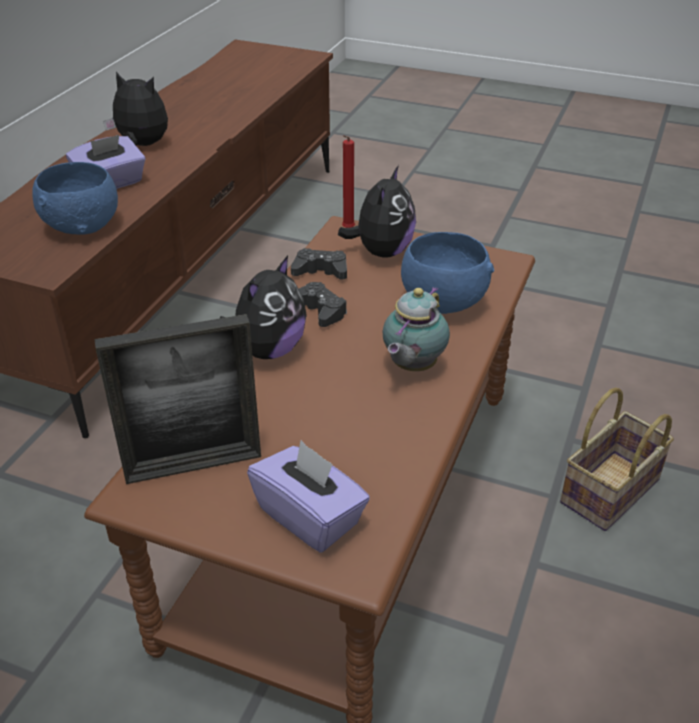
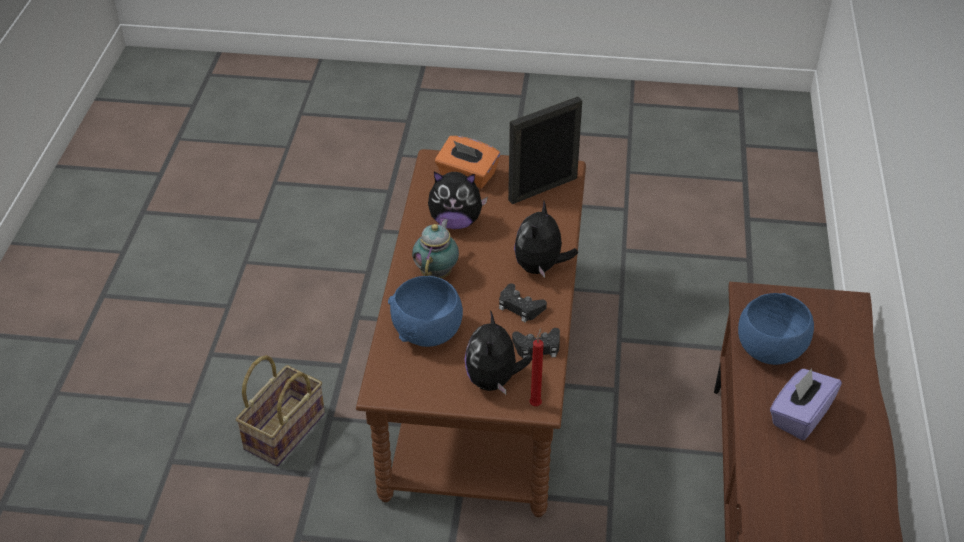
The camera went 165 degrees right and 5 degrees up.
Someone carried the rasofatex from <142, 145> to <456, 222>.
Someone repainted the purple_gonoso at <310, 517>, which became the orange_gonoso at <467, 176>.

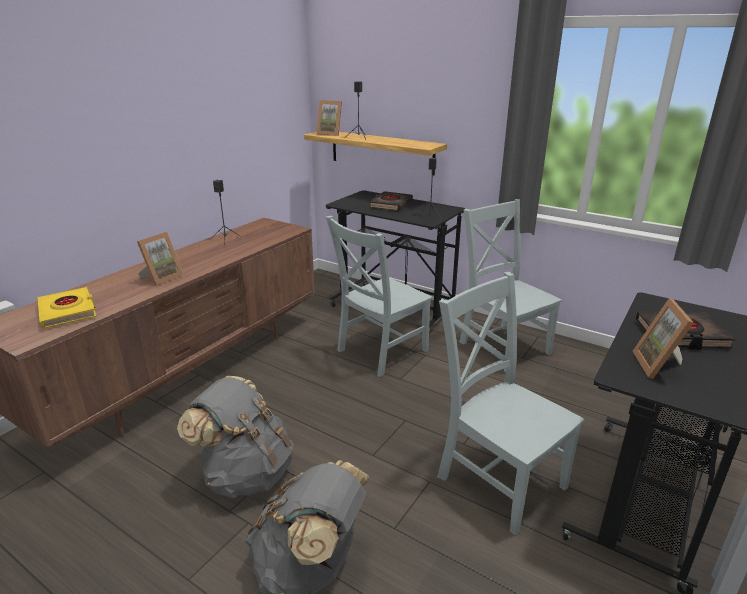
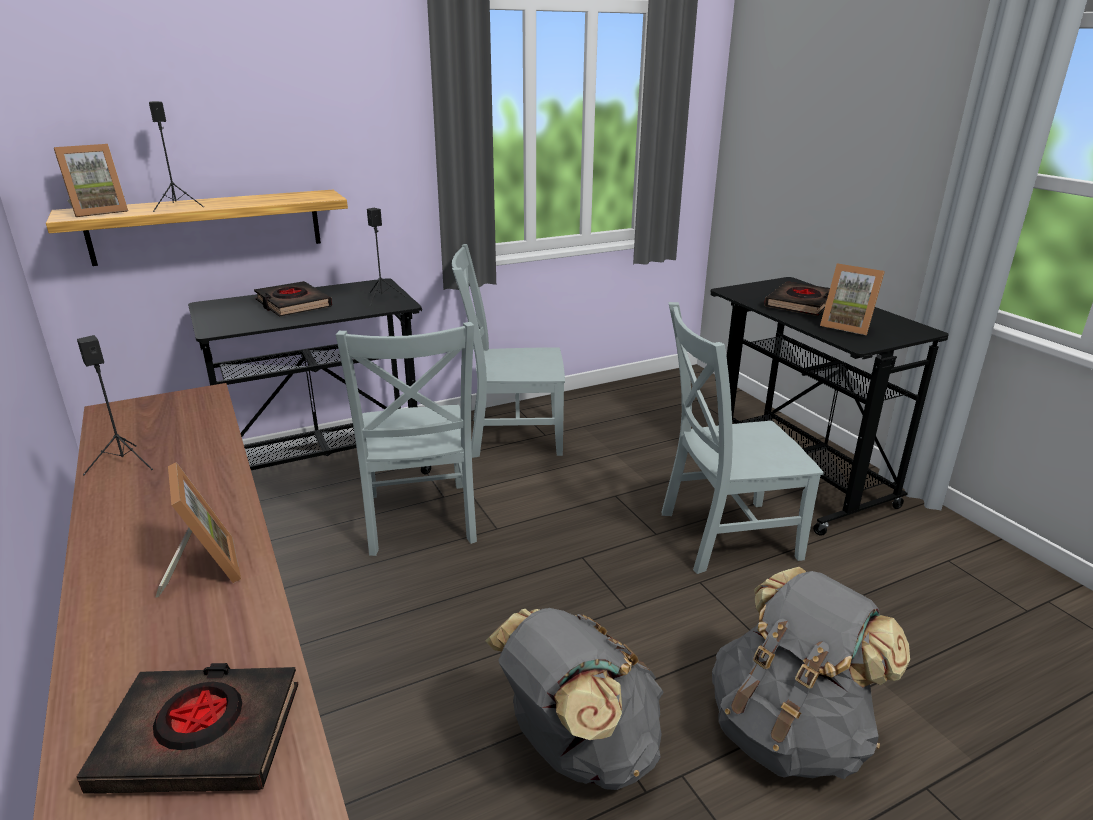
The camera went 60 degrees left and 0 degrees up.
Someone repainted the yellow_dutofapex at <68, 312>, which became the black_dutofapex at <201, 737>.

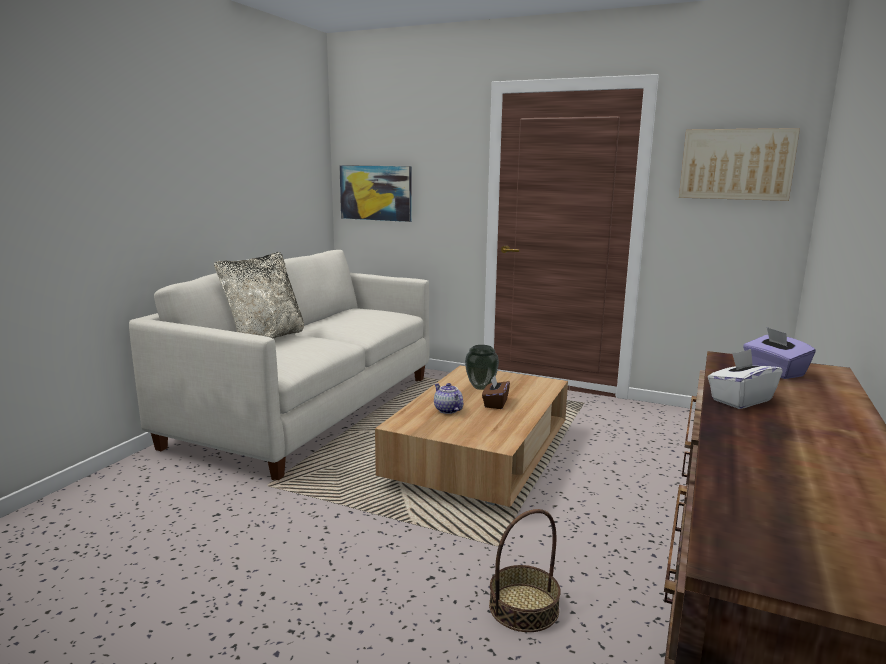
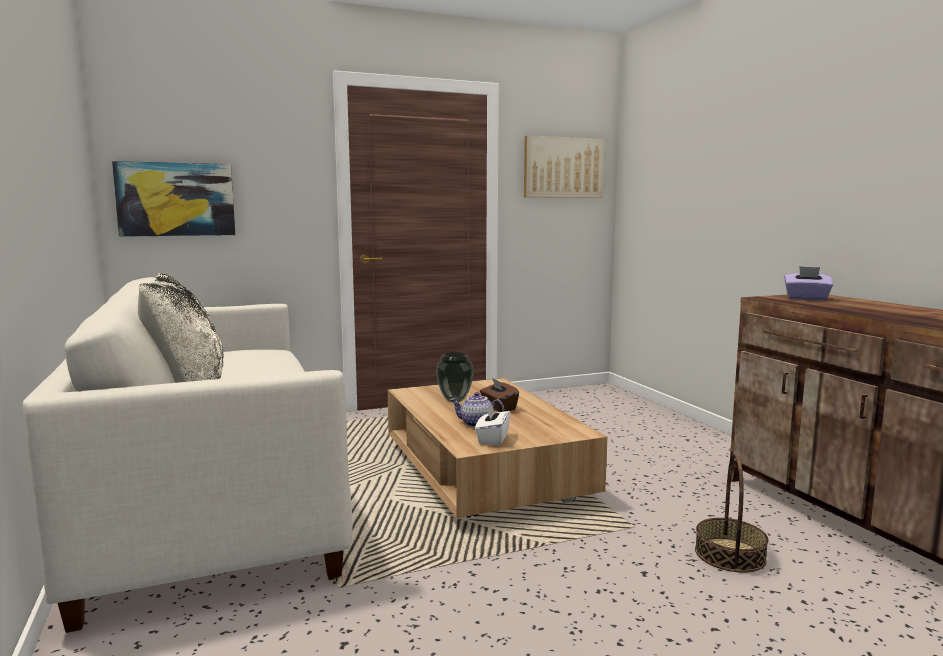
The camera went 45 degrees left and 5 degrees down.
Someone carried the white_gonoso from <740, 400> to <492, 439>.

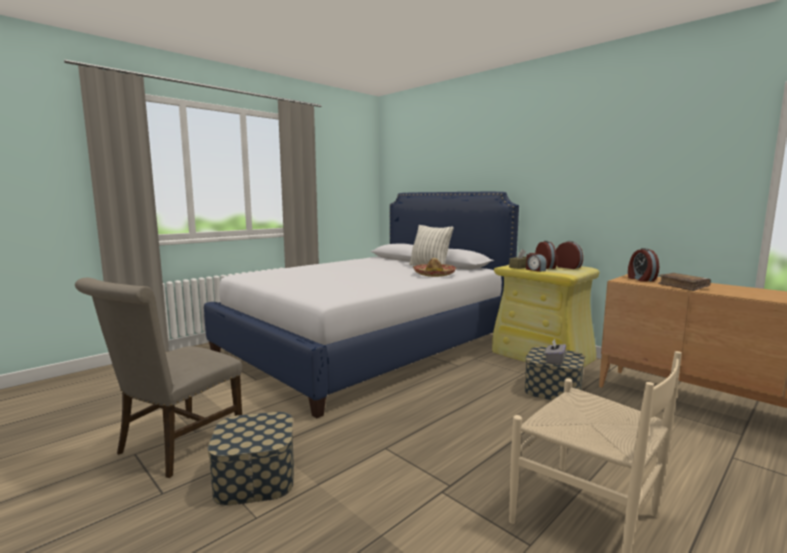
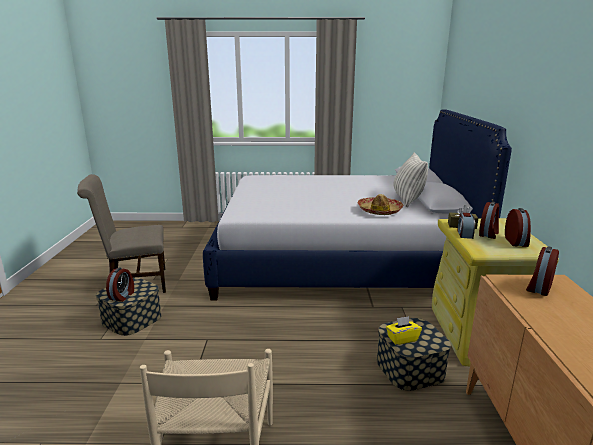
The camera went 45 degrees right and 10 degrees up.
Someone took away the brown_dutofapex at <683, 286>.
Someone repainted the grey_gonoso at <554, 360>, which became the yellow_gonoso at <402, 339>.
Someone put down the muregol at <123, 296>.

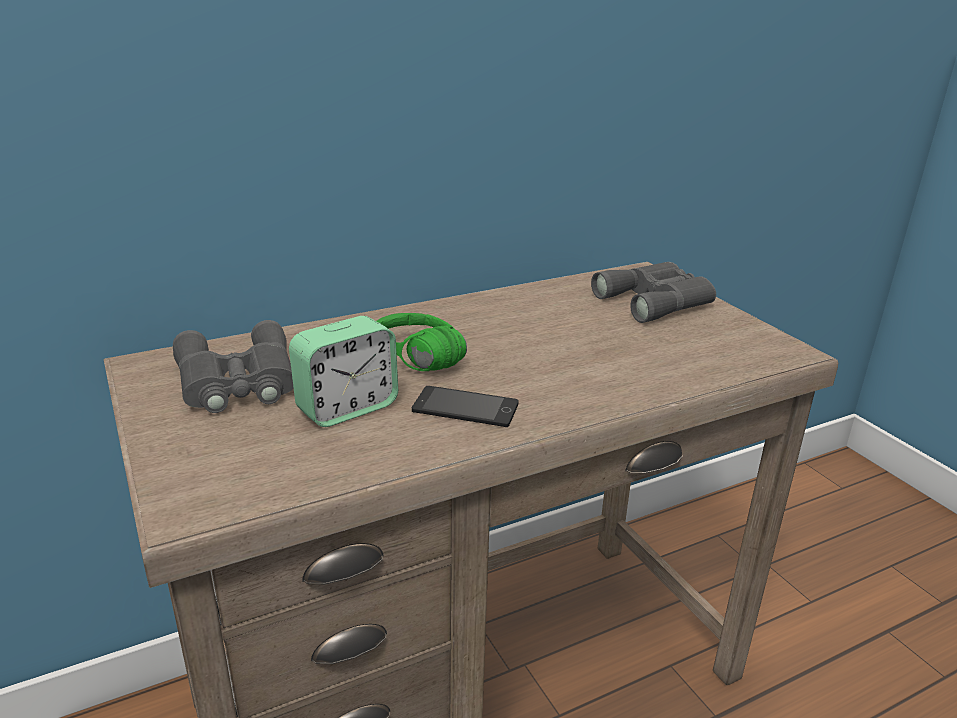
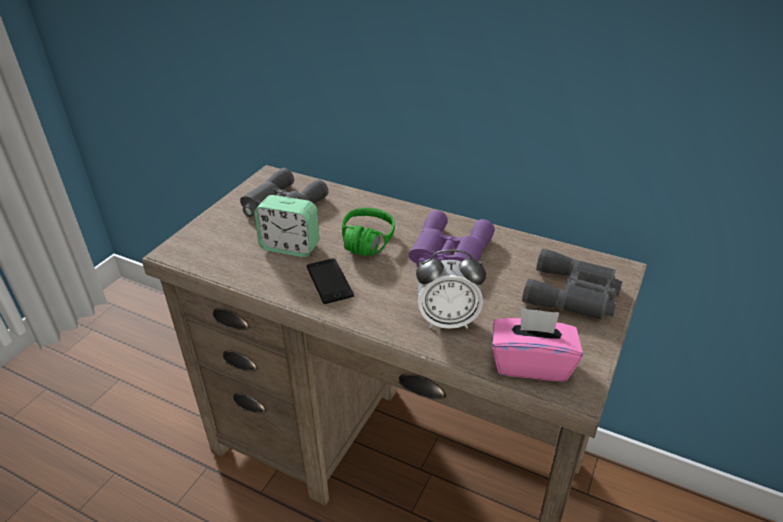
The camera went 55 degrees right and 10 degrees up.
Someone put down the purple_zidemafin at <448, 253>.
Someone put down the muregol at <448, 320>.
Someone put down the pink_gonoso at <531, 363>.

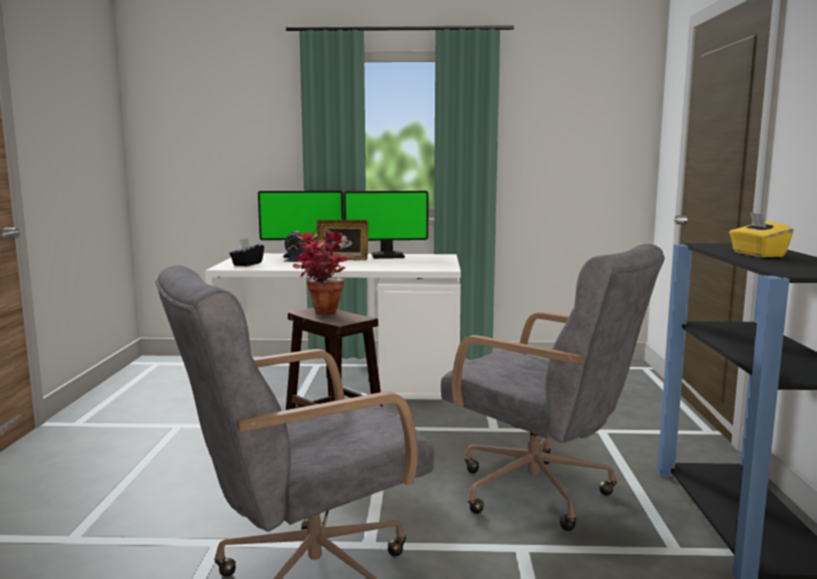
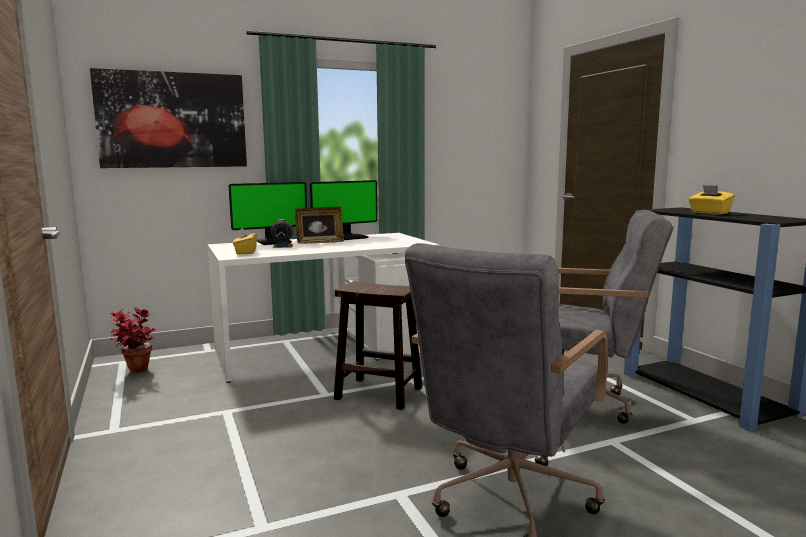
The camera went 25 degrees left and 0 degrees up.
Someone carried the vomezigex from <321, 314> to <135, 372>.
Someone repainted the black_gonoso at <247, 264>, which became the yellow_gonoso at <245, 252>.
Someone put up the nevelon at <172, 120>.

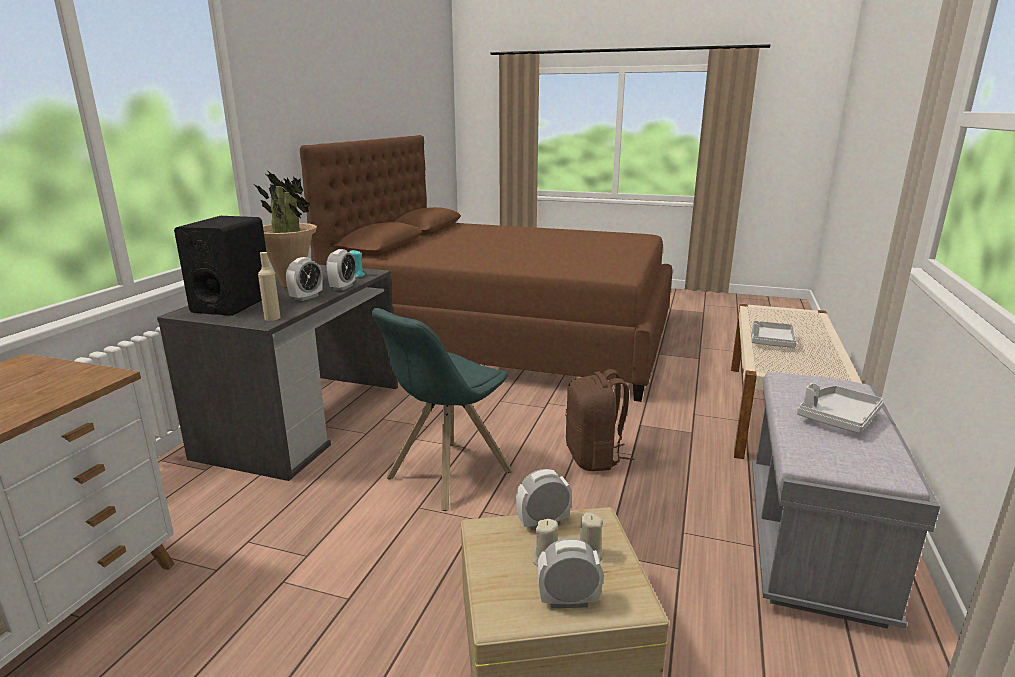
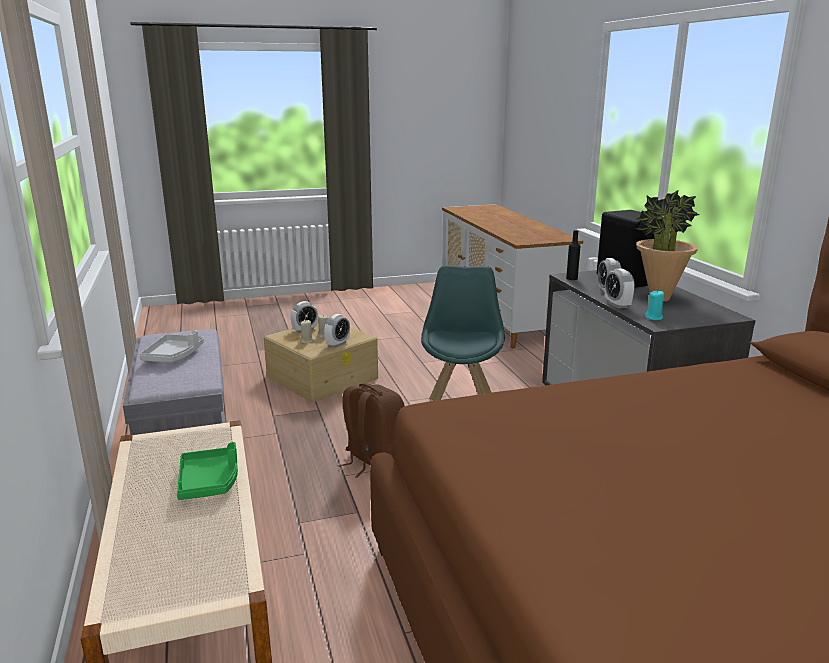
The camera went 145 degrees right and 0 degrees up.
Someone repainted the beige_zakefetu at <272, 318>, which became the black_zakefetu at <571, 278>.
Someone repainted the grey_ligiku at <771, 341>, which became the green_ligiku at <209, 482>.

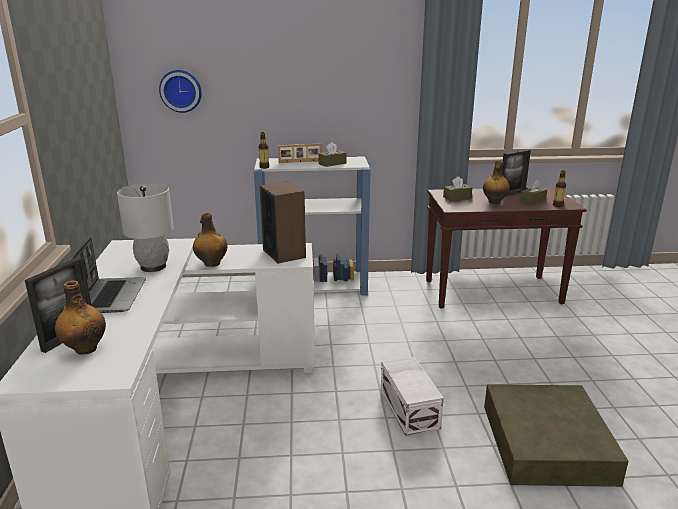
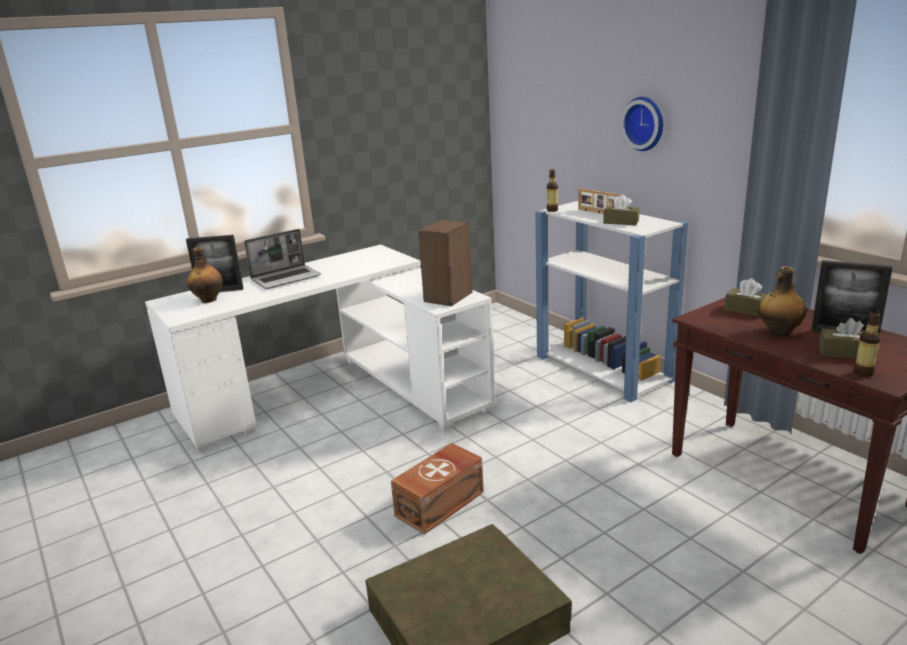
The camera went 60 degrees right and 0 degrees up.
Someone carried the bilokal from <181, 91> to <645, 123>.
Someone took away the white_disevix at <153, 267>.
Someone took away the zakefetu at <211, 264>.
Someone repainted the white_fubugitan at <410, 408>, which became the brown_fubugitan at <441, 504>.

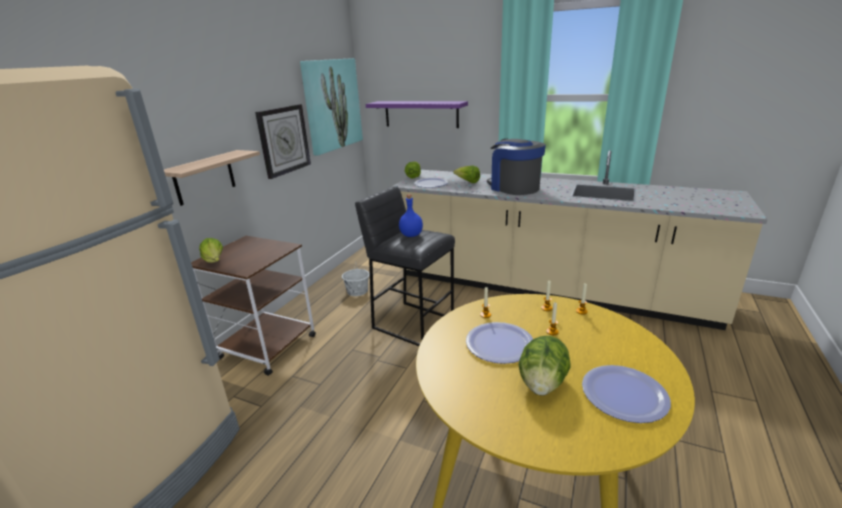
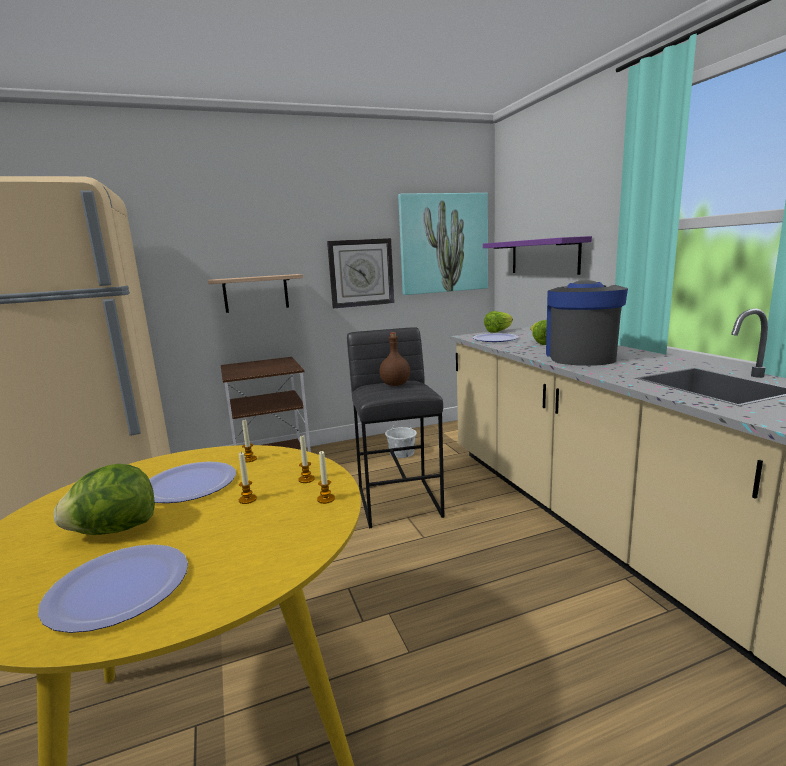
The camera went 45 degrees right and 10 degrees down.
Someone repainted the blue_zakefetu at <411, 235>, which became the brown_zakefetu at <396, 384>.
Someone took away the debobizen at <215, 261>.

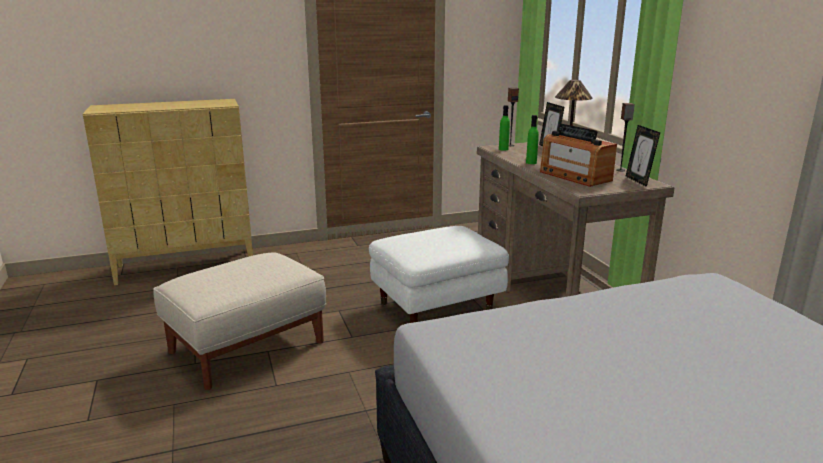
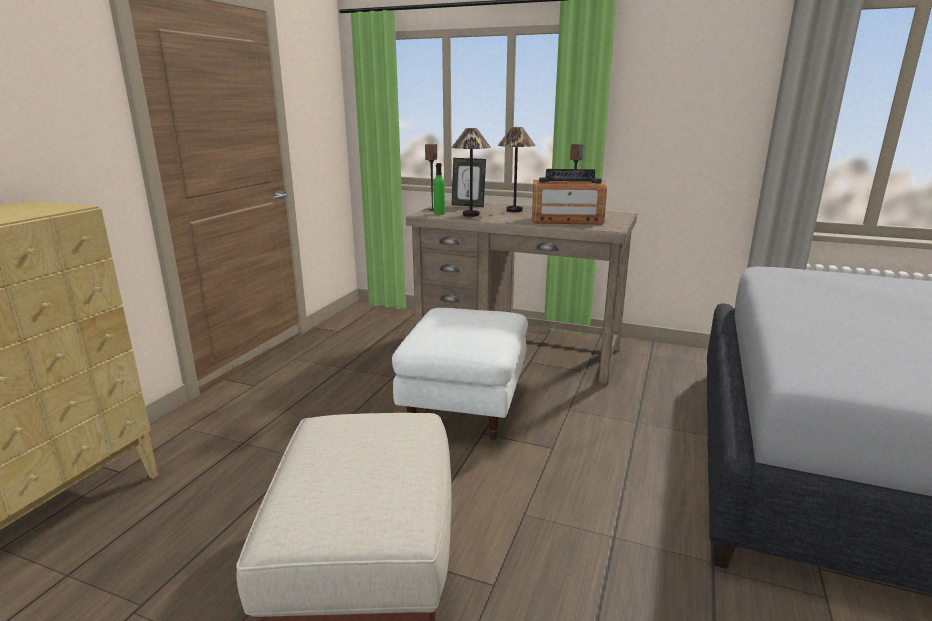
The camera went 50 degrees left and 0 degrees up.
Someone took away the green_zakefetu at <531, 162>.
Someone took away the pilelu at <638, 181>.
Someone put down the disevix at <471, 215>.

